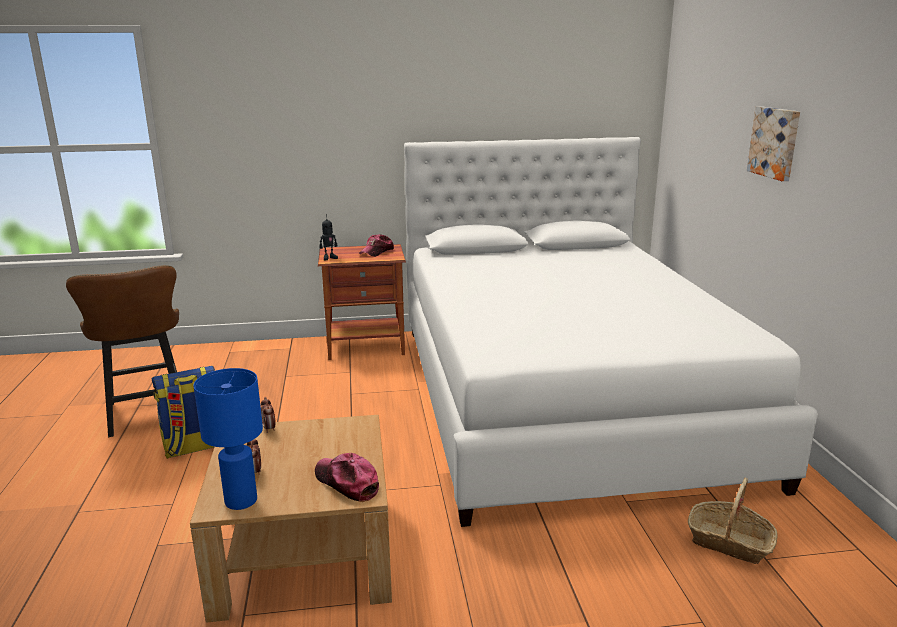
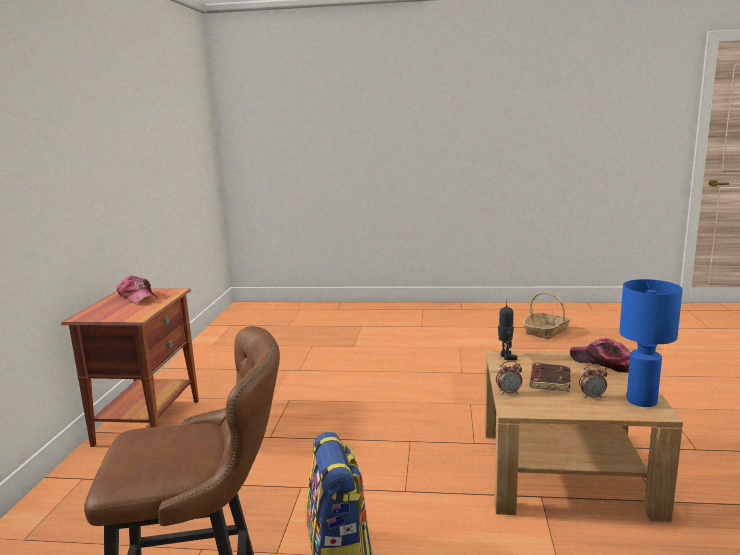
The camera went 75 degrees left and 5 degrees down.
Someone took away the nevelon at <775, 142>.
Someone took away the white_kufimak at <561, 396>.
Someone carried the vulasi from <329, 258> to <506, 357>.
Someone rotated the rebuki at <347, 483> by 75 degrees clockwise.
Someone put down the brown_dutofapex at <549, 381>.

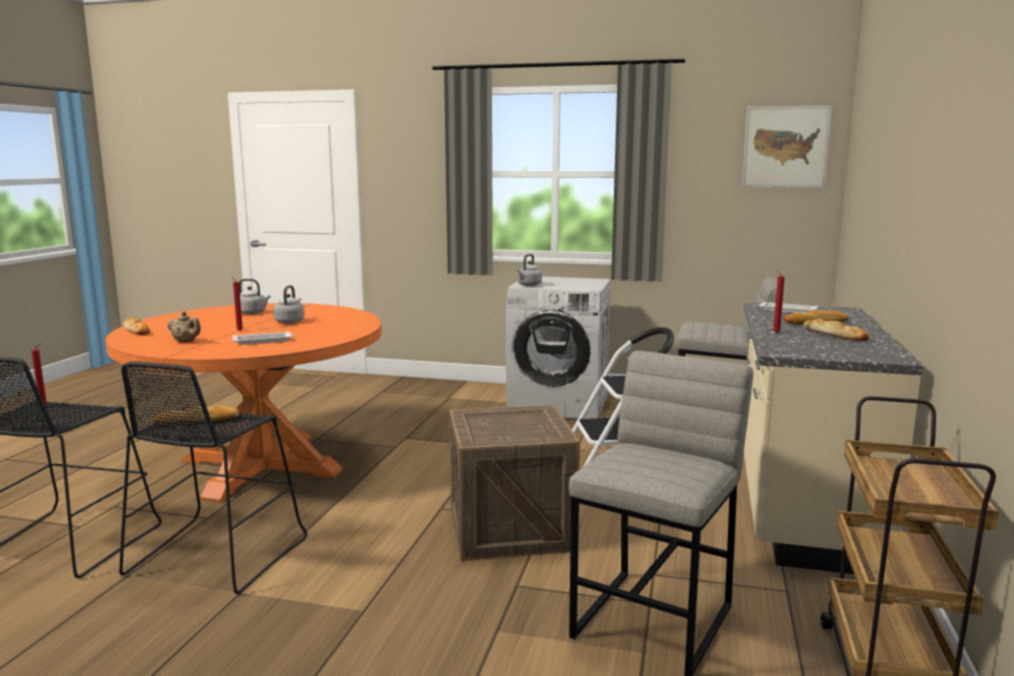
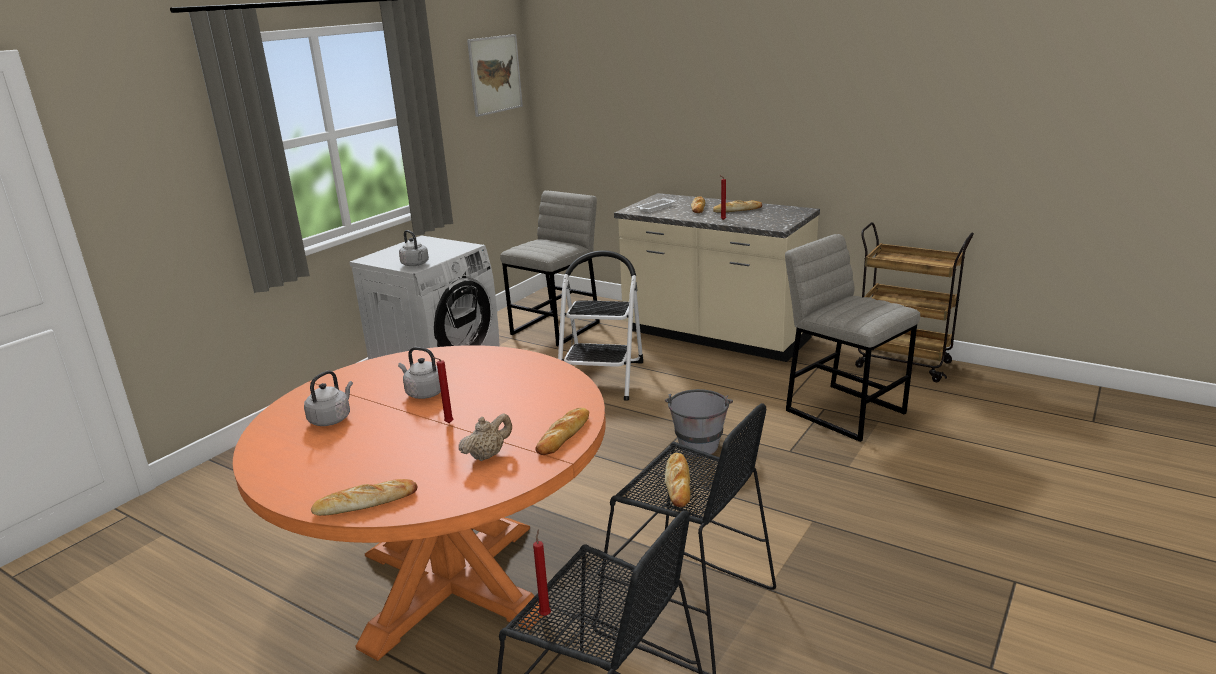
The camera went 70 degrees left and 10 degrees up.
Someone took away the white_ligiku at <263, 341>.
Someone swapped the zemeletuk at <510, 528> for the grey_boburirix at <698, 442>.
Someone put down the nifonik at <564, 435>.

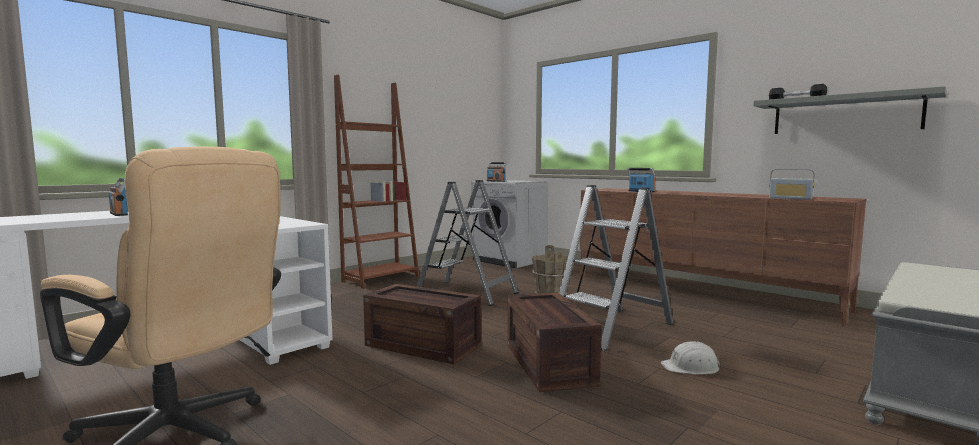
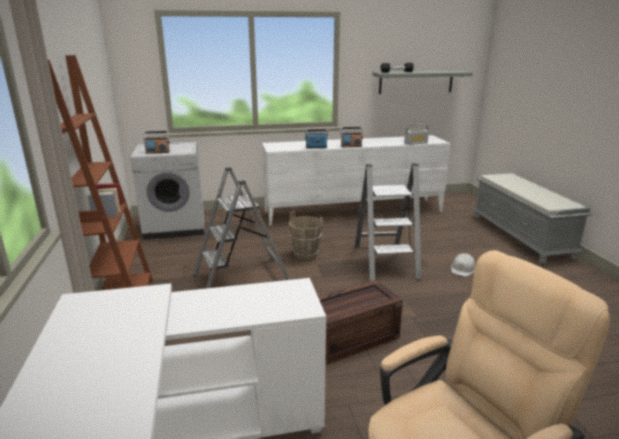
The camera went 55 degrees left and 15 degrees up.
Someone carried the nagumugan from <119, 214> to <351, 146>.
Someone repainted the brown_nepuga at <701, 292>, which became the white_nepuga at <354, 211>.
Someone took away the zemeletuk at <551, 364>.

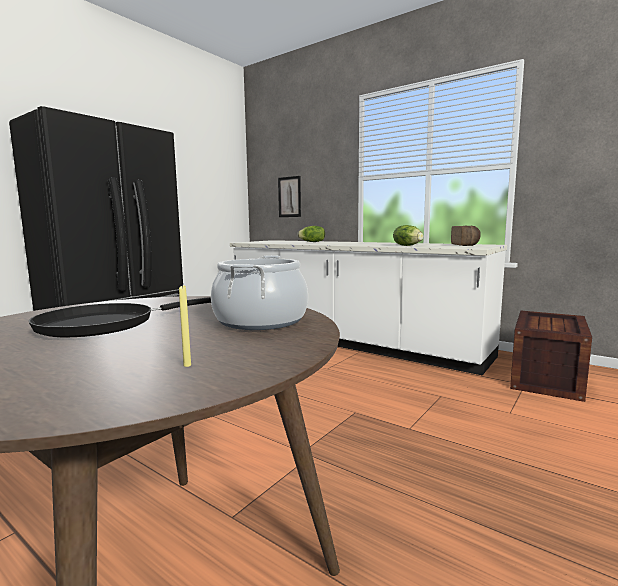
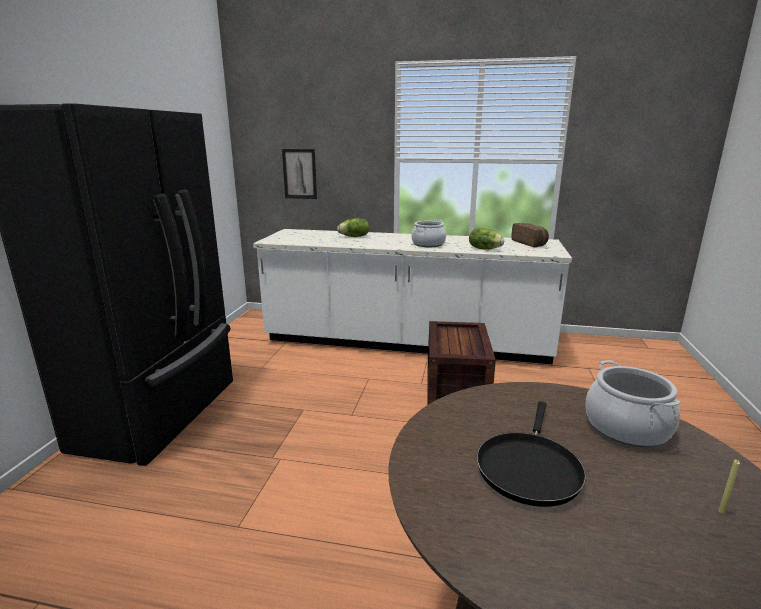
The camera went 25 degrees left and 10 degrees up.
Someone carried the zemeletuk from <546, 379> to <456, 391>.
Someone put down the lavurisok at <428, 244>.

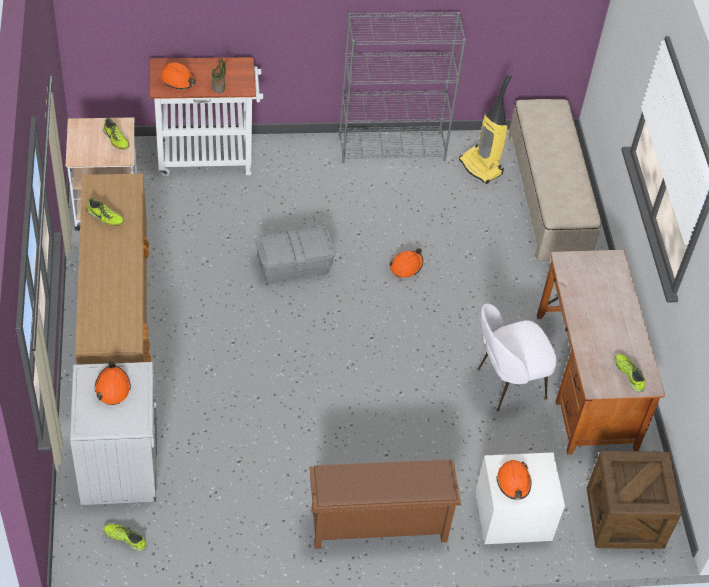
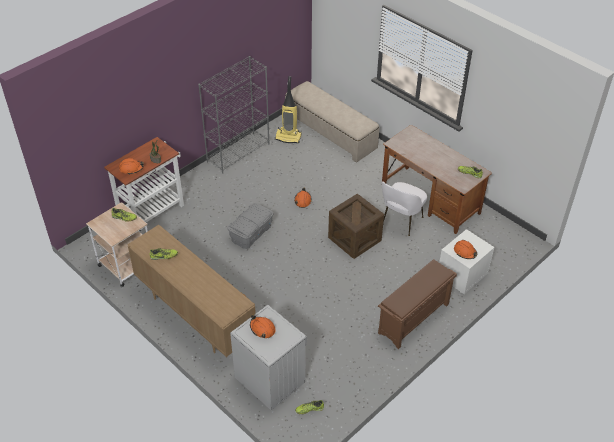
The camera went 35 degrees left and 5 degrees down.
Someone carried the zemeletuk from <625, 518> to <354, 239>.

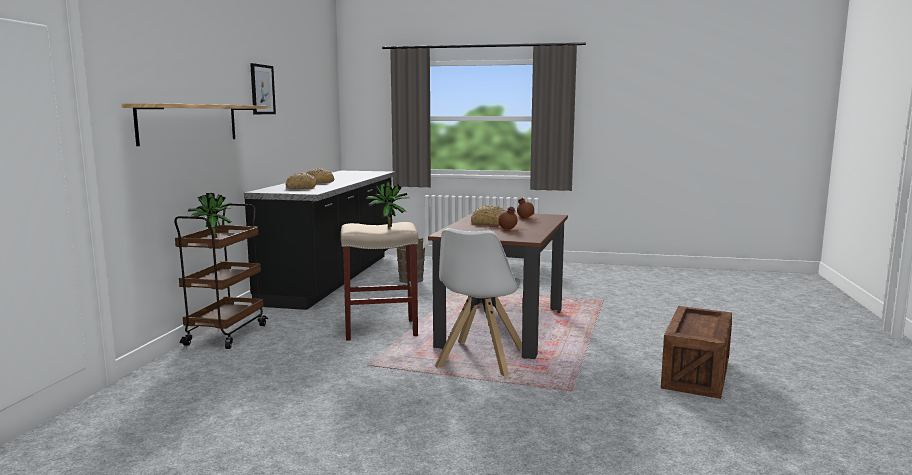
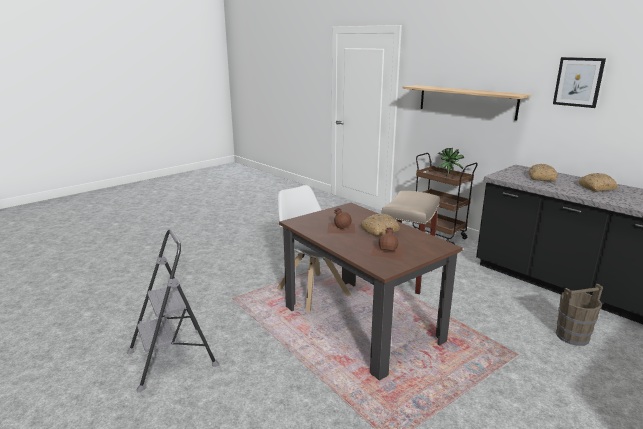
The camera went 125 degrees right and 10 degrees up.
Someone took away the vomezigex at <387, 226>.
Someone swapped the zemeletuk at <695, 374> for the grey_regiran at <175, 357>.

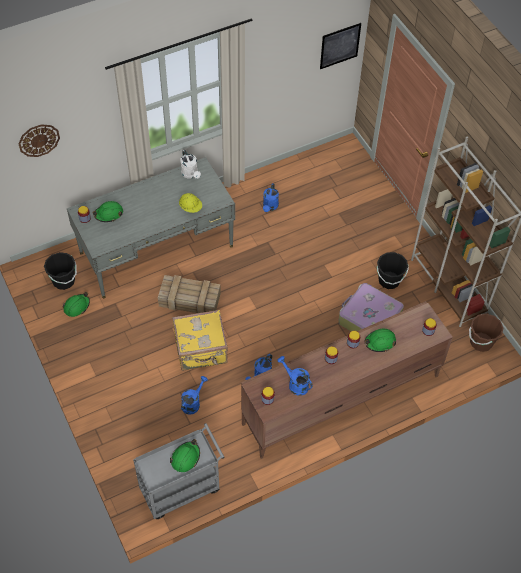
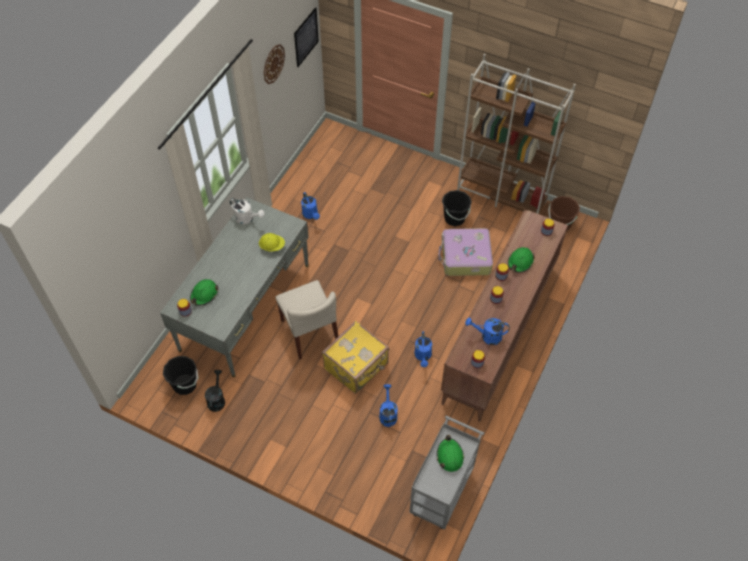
The camera went 35 degrees left and 0 degrees up.
Someone carried the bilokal from <39, 140> to <273, 64>.
Someone swapped the zemeletuk at <188, 300> for the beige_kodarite at <310, 332>.
Someone swapped the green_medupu at <76, 306> for the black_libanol at <216, 399>.

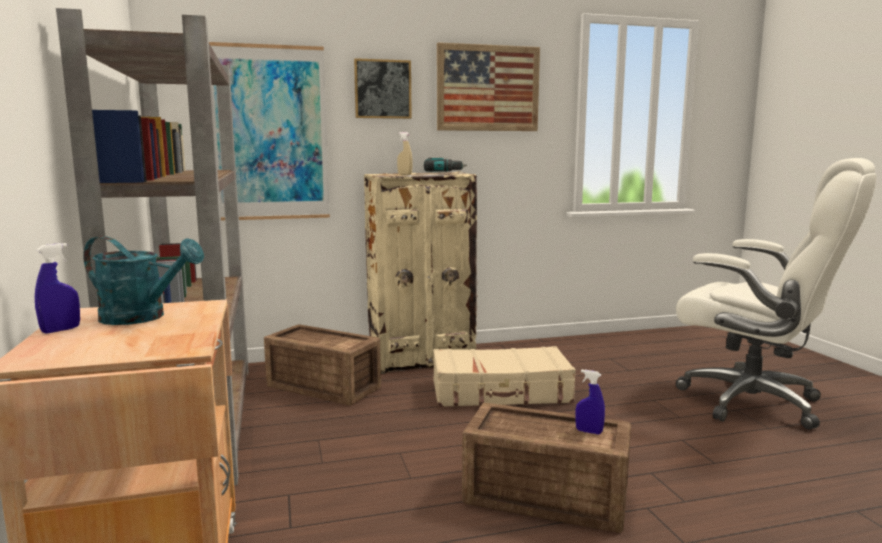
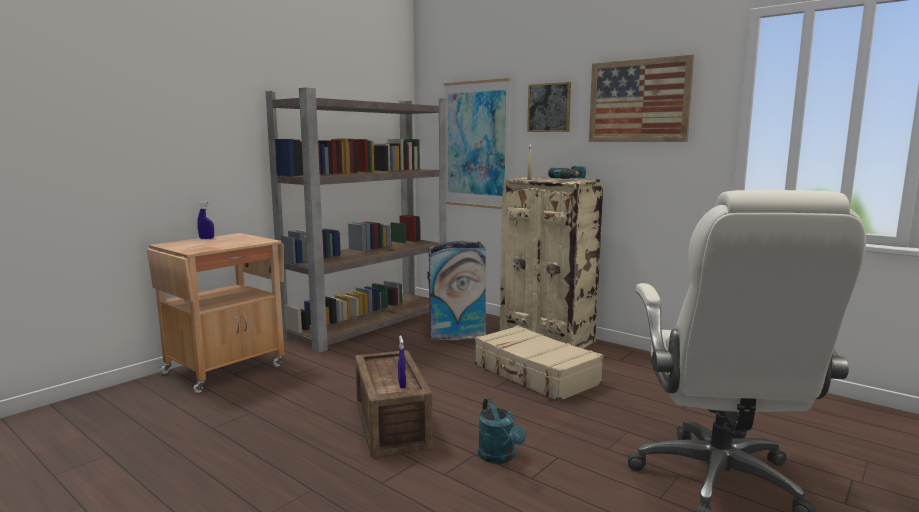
The camera went 55 degrees right and 0 degrees up.
Someone carried the turquoise_libanol from <142, 317> to <499, 457>.
Someone swapped the zemeletuk at <323, 386> for the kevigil at <456, 330>.

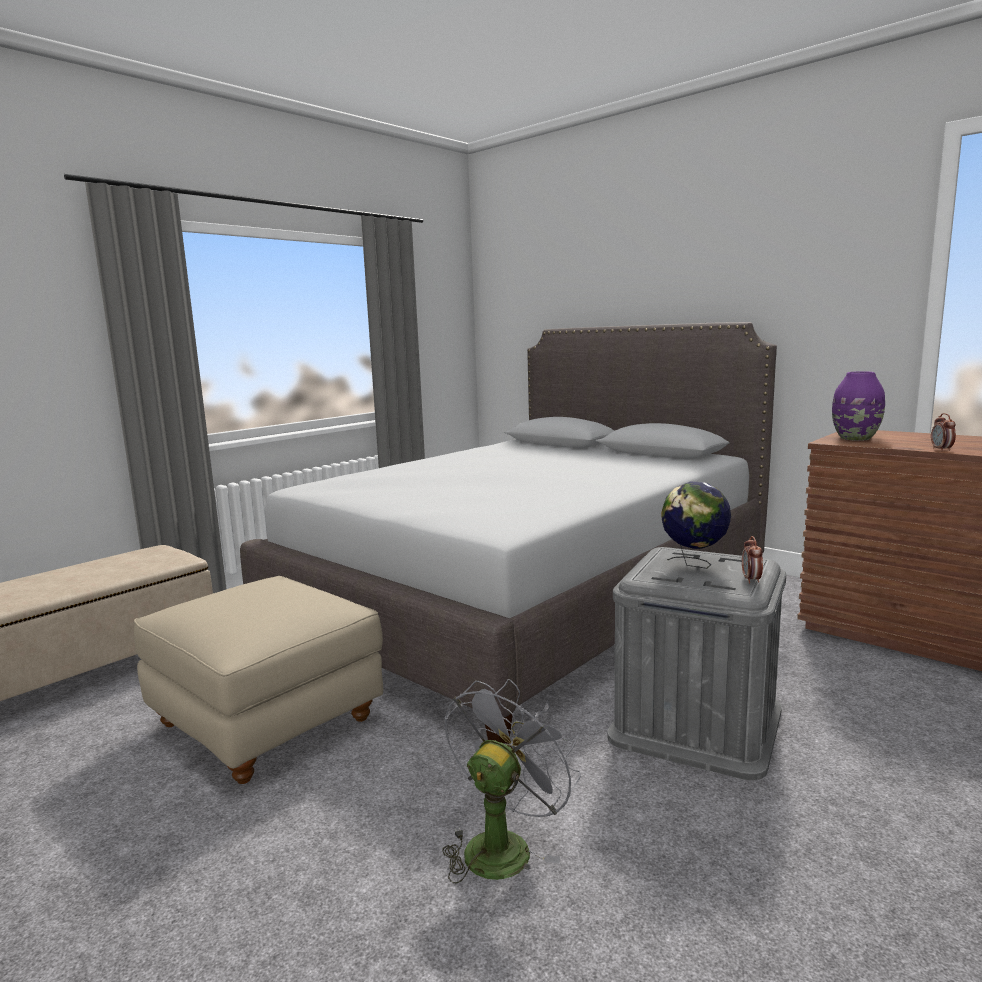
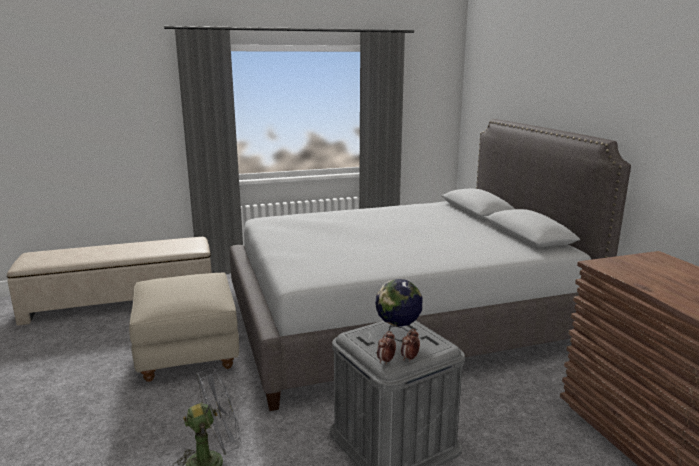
The camera went 30 degrees right and 5 degrees up.
Someone took away the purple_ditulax at <856, 438>.
Someone carried the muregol from <941, 450> to <386, 361>.

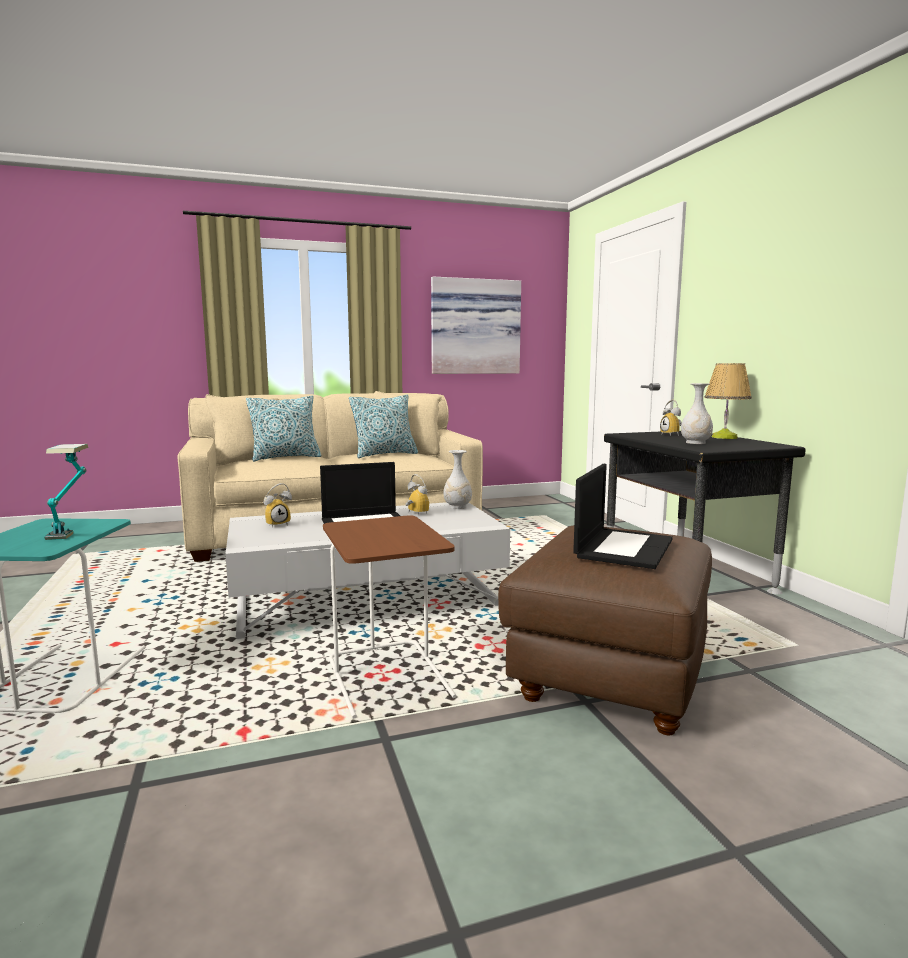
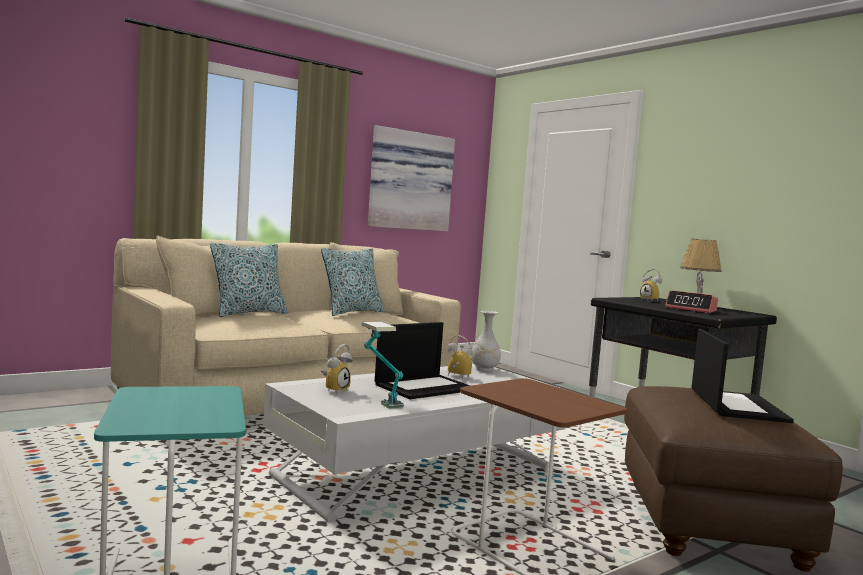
The camera went 20 degrees left and 5 degrees down.
Someone swapped the white_ditulax at <696, 443> for the muregol at <691, 309>.
Someone carried the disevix from <71, 528> to <379, 398>.

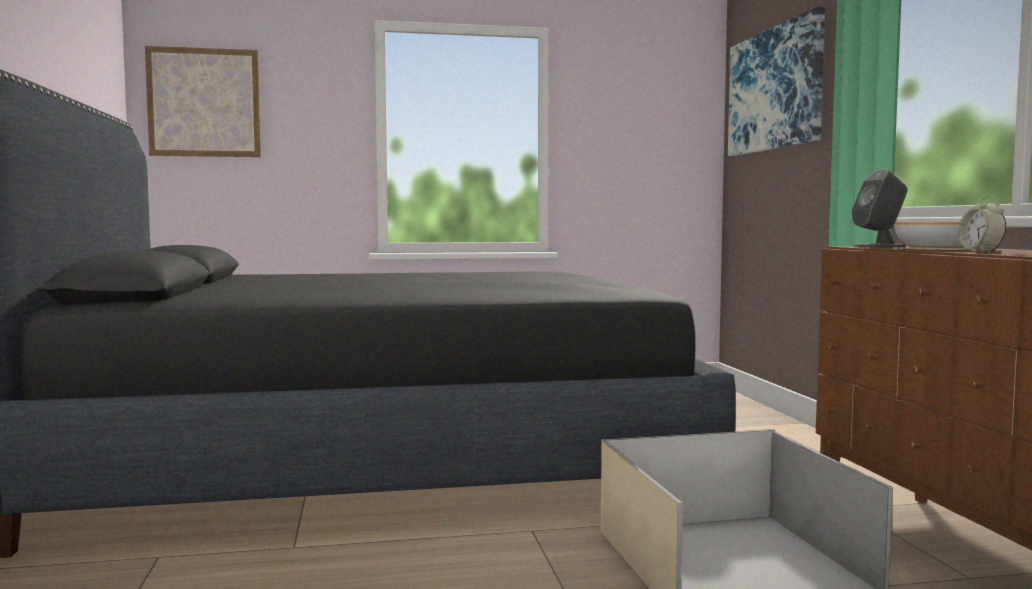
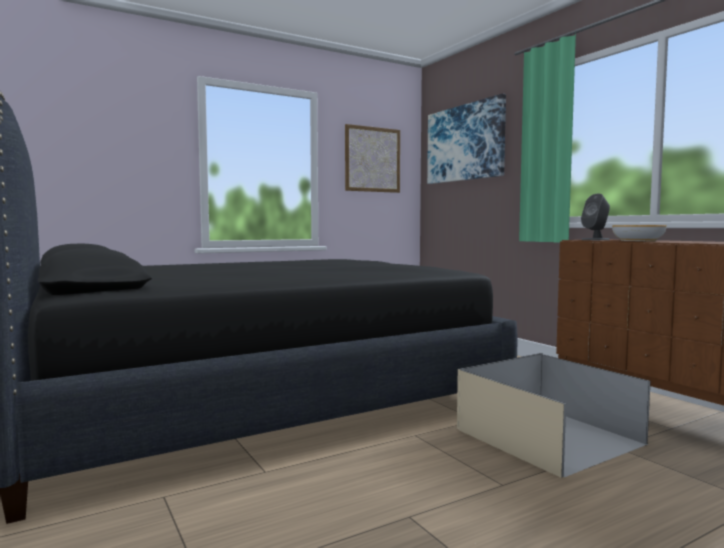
The camera went 20 degrees left and 0 degrees up.
Someone carried the nevelon from <204, 101> to <372, 158>.
Someone took away the muregol at <980, 251>.

